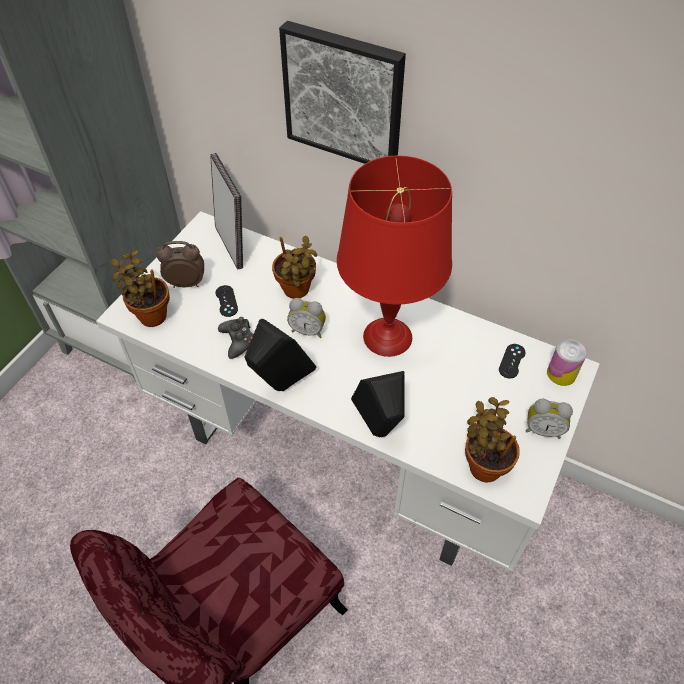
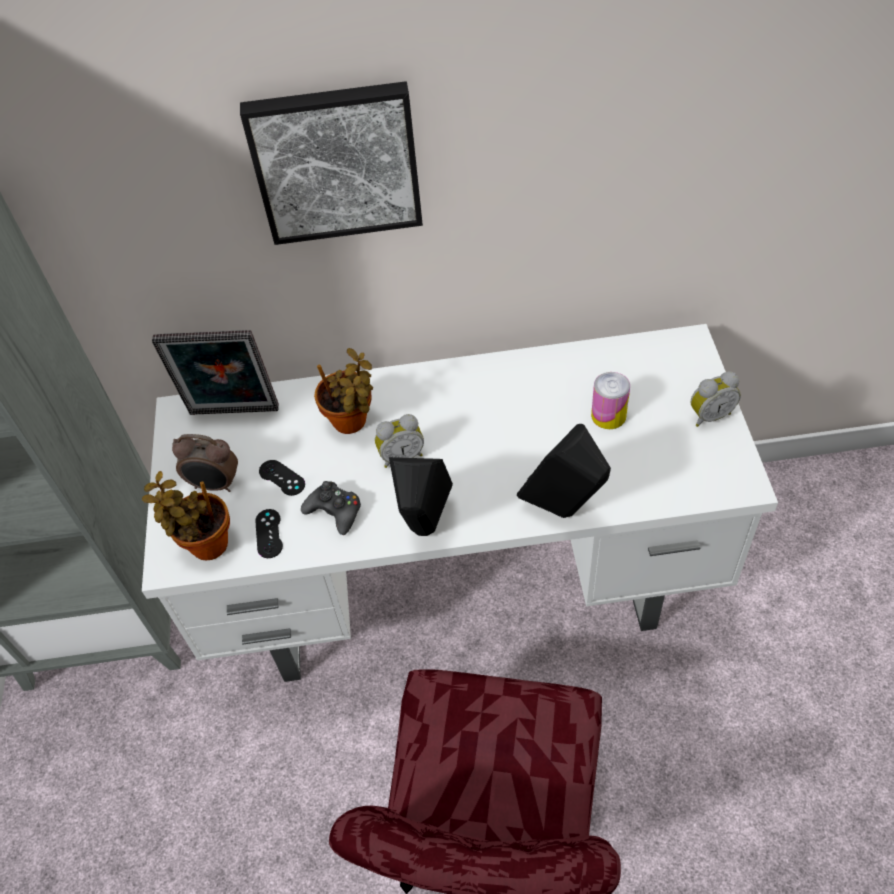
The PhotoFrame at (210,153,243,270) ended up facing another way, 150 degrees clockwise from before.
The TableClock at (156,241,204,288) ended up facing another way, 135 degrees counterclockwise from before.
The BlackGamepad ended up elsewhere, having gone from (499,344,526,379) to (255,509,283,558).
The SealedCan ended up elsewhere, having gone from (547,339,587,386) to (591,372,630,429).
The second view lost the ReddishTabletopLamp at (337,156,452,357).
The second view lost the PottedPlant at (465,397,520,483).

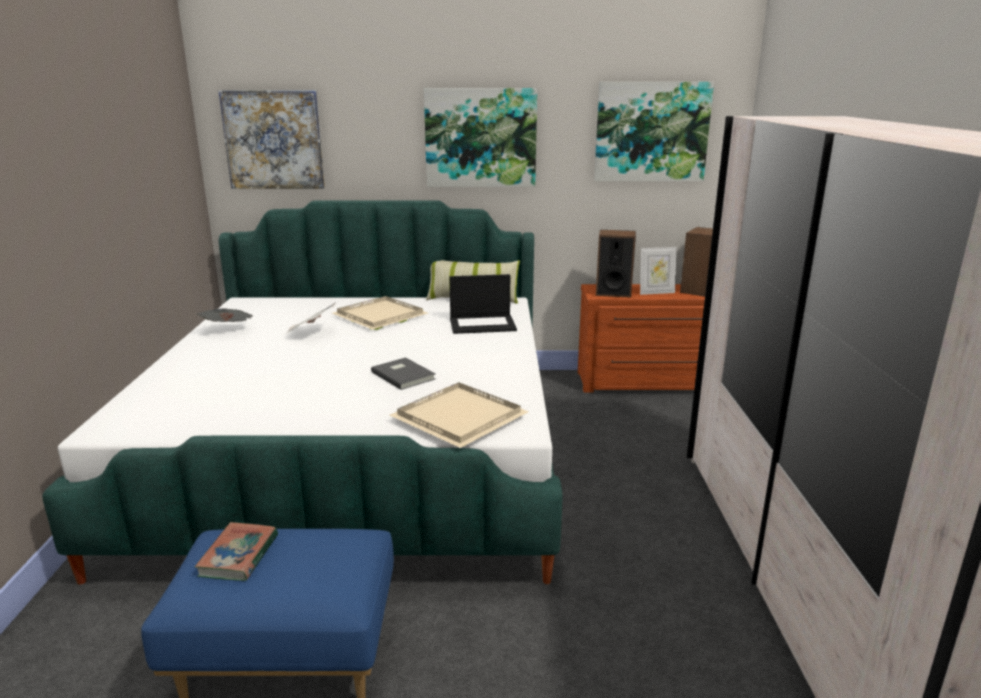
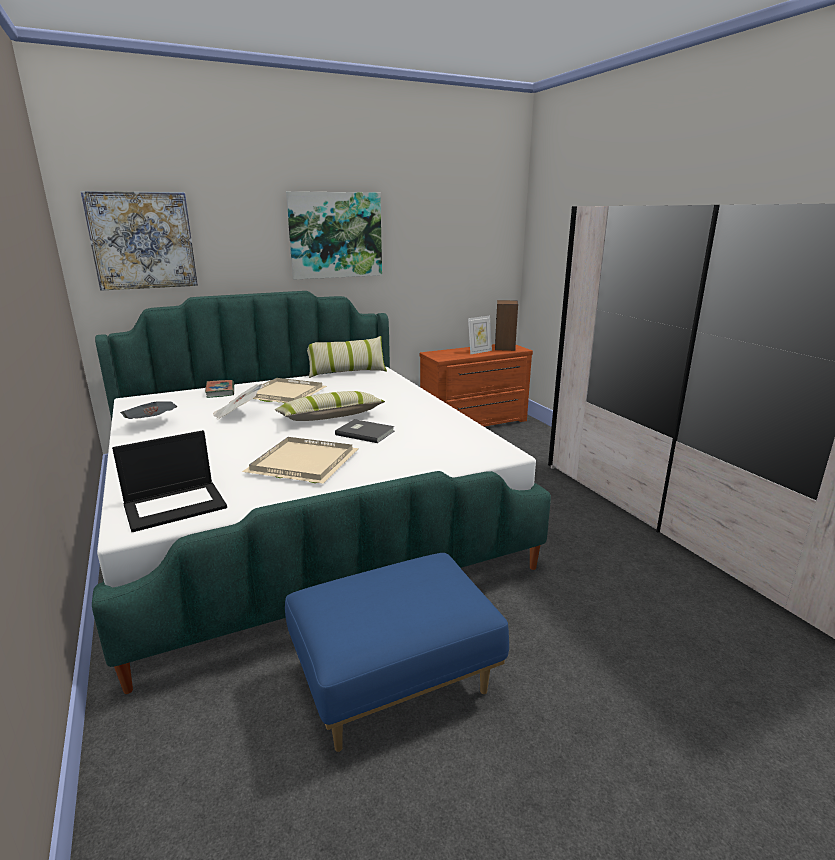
The Laptop ended up elsewhere, having gone from (449,274,517,334) to (112,430,227,532).
The Book ended up elsewhere, having gone from (195,522,278,581) to (205,380,234,398).
The BeigeCarryingTray ended up elsewhere, having gone from (390,382,529,448) to (242,437,359,483).
The second view gained the Pillow at (275,391,385,421).
The second view lost the WallArt at (594,82,714,181).
The second view lost the AudioSpeaker at (596,230,636,298).

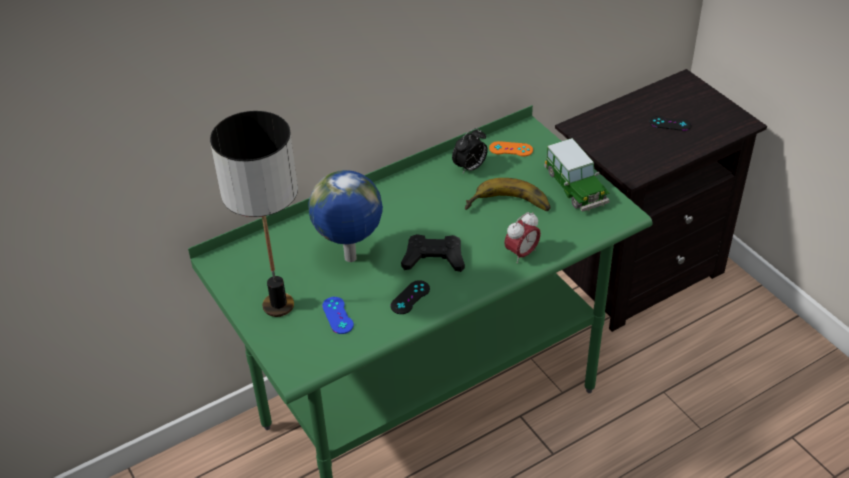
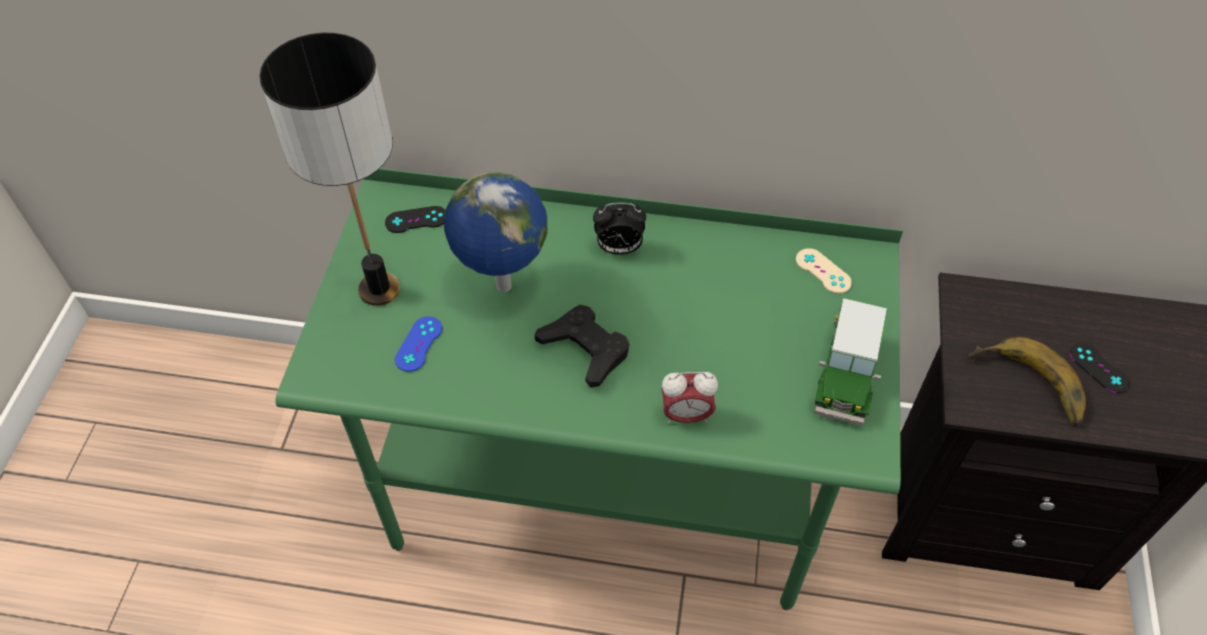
The BlackGamepad ended up elsewhere, having gone from (390,280,430,314) to (385,206,446,233).
The TableClock ended up elsewhere, having gone from (452,128,488,174) to (593,203,646,255).
What was the OrangeColouredGamepad at (489,141,533,156) turned into the BeigeGamepad at (796,248,852,294).
The WholeBanana ended up elsewhere, having gone from (465,178,551,212) to (969,337,1086,426).

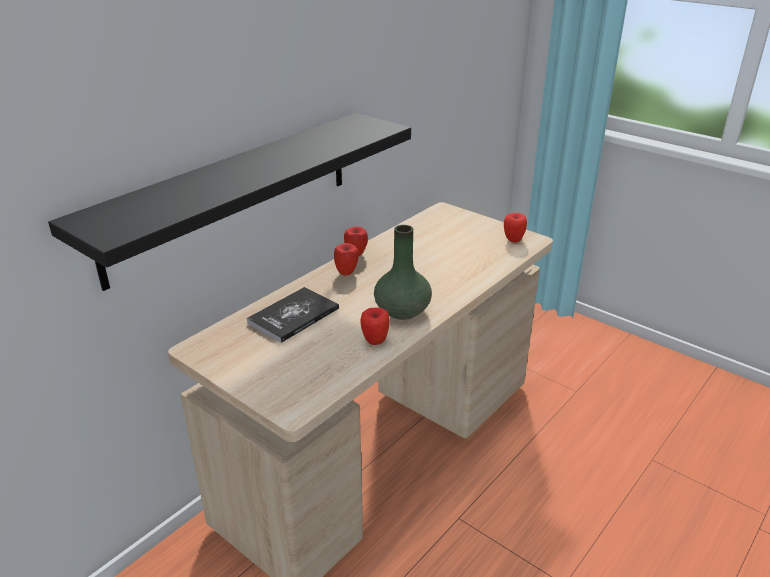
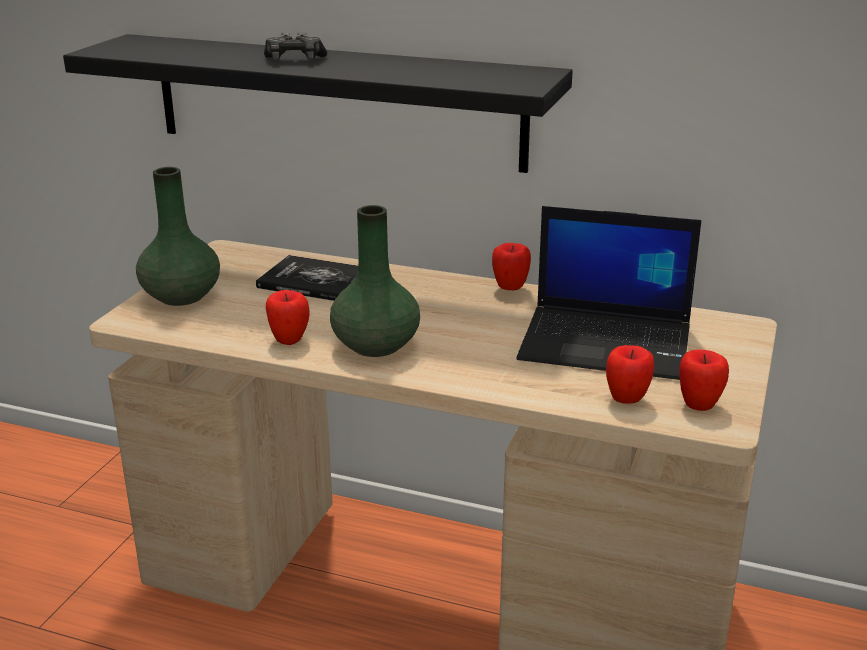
The second view gained the GreenishDecorativeVase at (136,167,220,306).
The second view gained the Gamepad at (264,32,327,60).
The second view gained the Laptop at (517,206,702,380).
The Apple ended up elsewhere, having gone from (334,243,359,276) to (606,345,654,404).

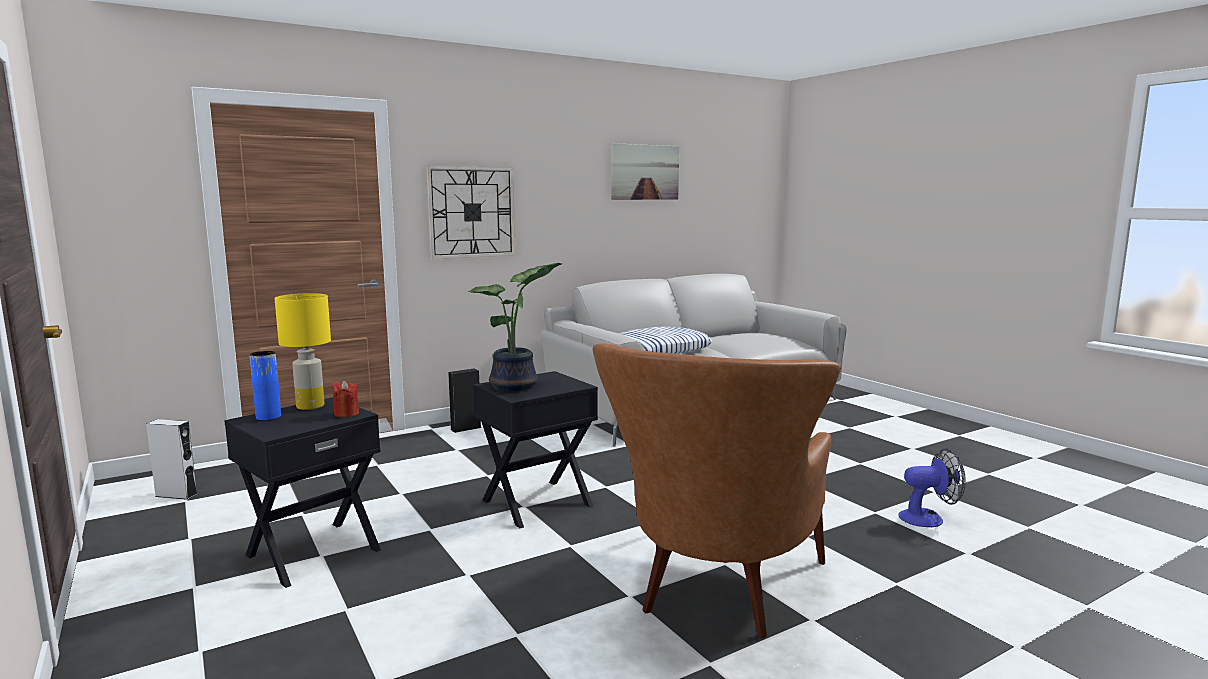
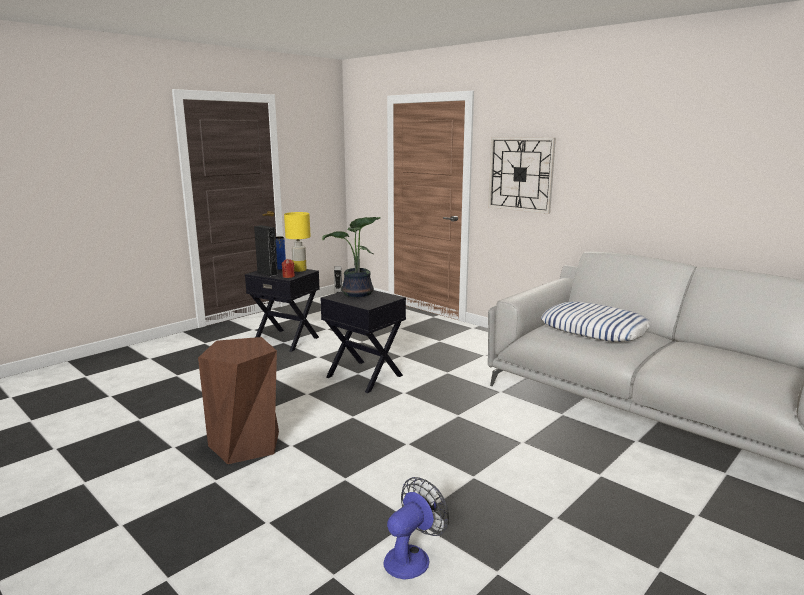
Where the BrownColouredEasyChair stood at (593,344,841,638), the BrownColouredStool came to stand at (198,337,279,464).
The BlackAudioSpeaker ended up elsewhere, having gone from (448,368,481,433) to (254,225,278,276).
The Fan at (898,448,966,527) ended up facing another way, 120 degrees counterclockwise from before.
The second view lost the WallArt at (611,143,679,200).

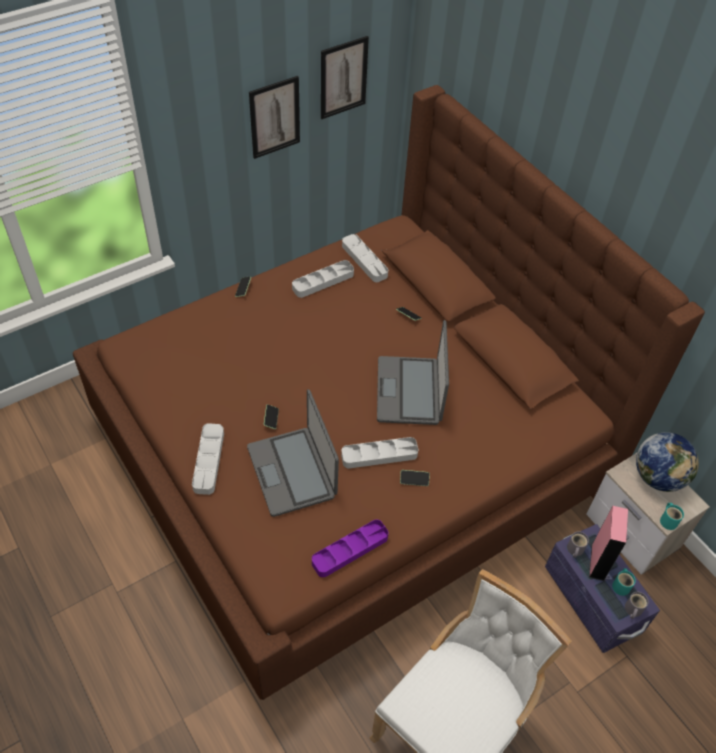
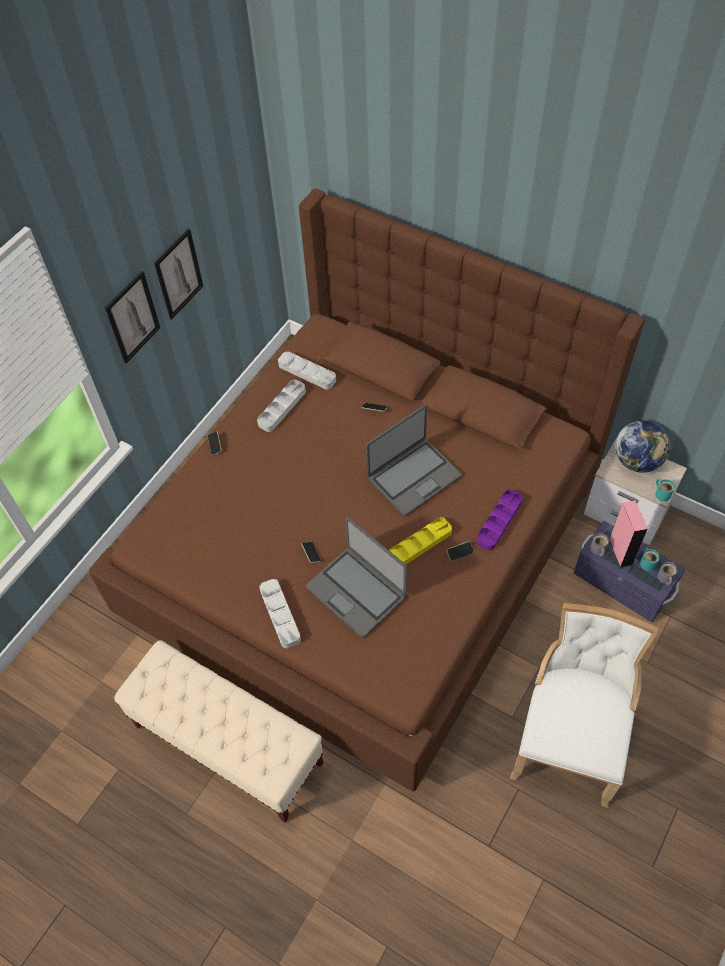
The WallArt ended up elsewhere, having gone from (321,36,369,119) to (105,271,160,364).
The second view gained the BeigeIndoorBench at (114,640,323,823).
The Laptop at (377,320,449,425) ended up facing another way, 105 degrees counterclockwise from before.
What was the GrayCarryingTray at (341,437,418,468) turned into the YellowColouredCarryingTray at (389,517,452,564).
The PurpleCarryingTray ended up elsewhere, having gone from (312,520,388,577) to (477,489,523,550).

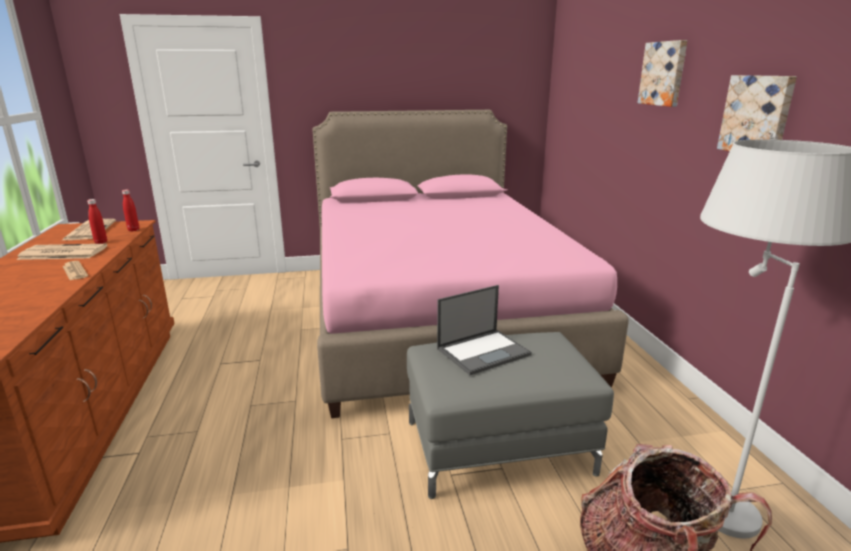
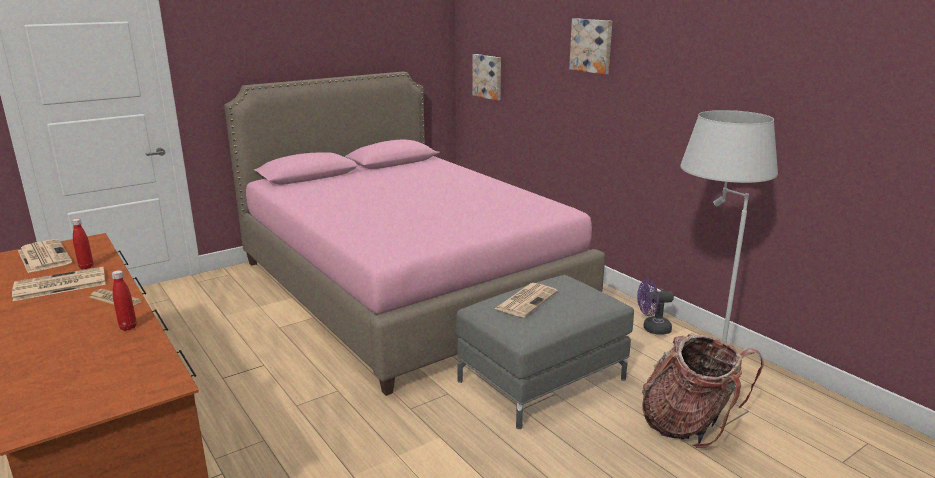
The ReddishBottle ended up elsewhere, having gone from (122,190,139,231) to (112,270,137,331).
The WallArt ended up elsewhere, having gone from (717,75,797,151) to (472,54,501,101).
Where the Laptop stood at (437,285,532,375), the PrintedPaper came to stand at (494,283,558,317).
The second view gained the PurpleFan at (637,279,674,335).

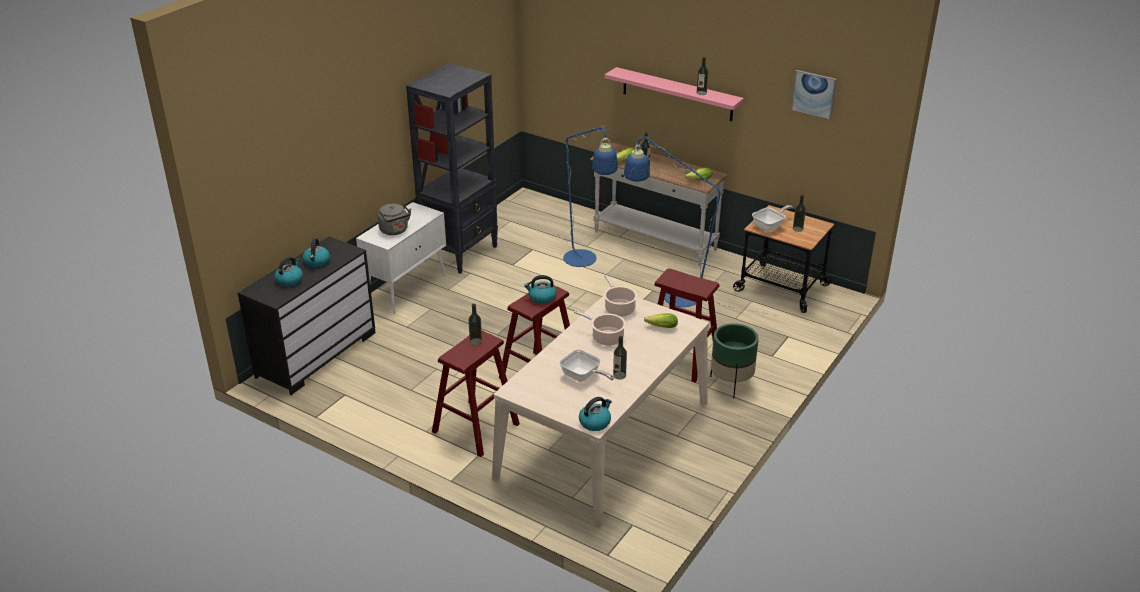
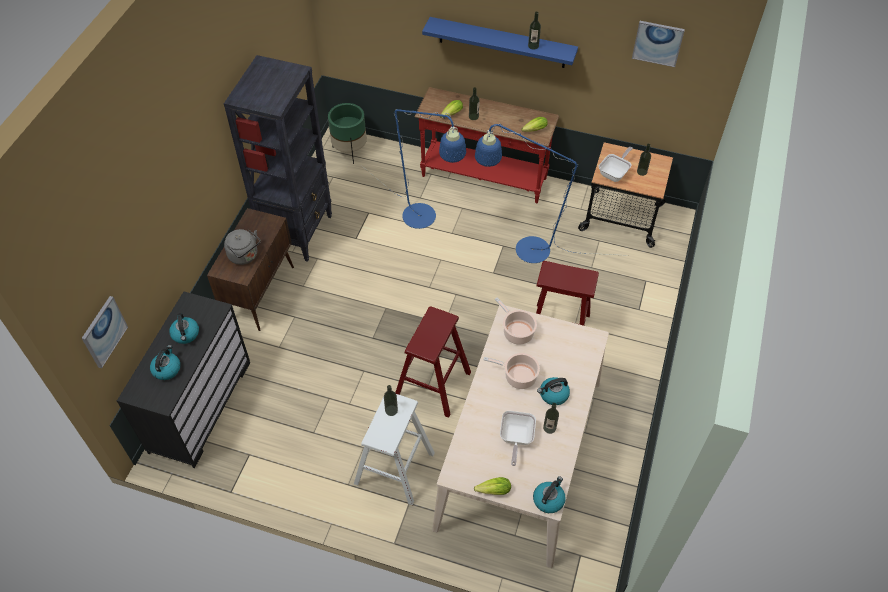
The second view gained the WallArt at (82,296,128,368).
What was the WhiteColouredCupboard at (356,202,446,313) turned into the BrownColouredCupboard at (207,208,294,331).
The GreenishPlantPot ended up elsewhere, having gone from (710,323,759,398) to (328,103,367,164).
What was the ReddishStool at (432,331,520,457) turned into the WhiteColouredStool at (354,391,435,505).
What was the WhiteColouredHallTable at (590,142,728,266) turned into the ReddishHallTable at (414,87,559,203).
What was the PinkColouredShelf at (605,67,744,121) turned into the BlueColouredShelf at (422,17,578,68).
The HeadOfLettuce ended up elsewhere, having gone from (644,313,678,328) to (474,477,511,495).
The Pan at (559,349,614,382) ended up facing another way, 75 degrees clockwise from before.
The WaterKettle ended up elsewhere, having gone from (524,275,556,304) to (537,377,570,405).

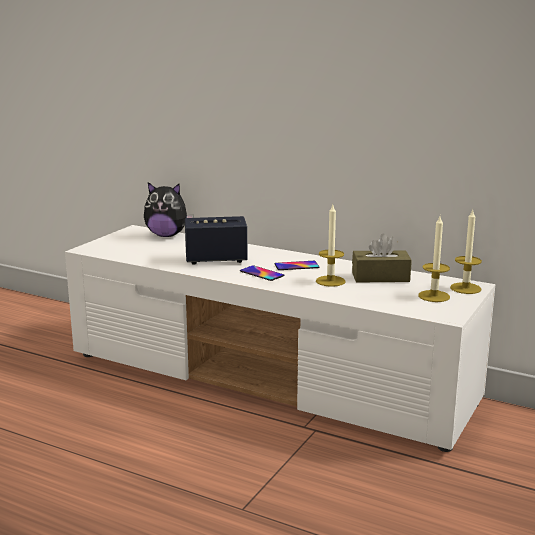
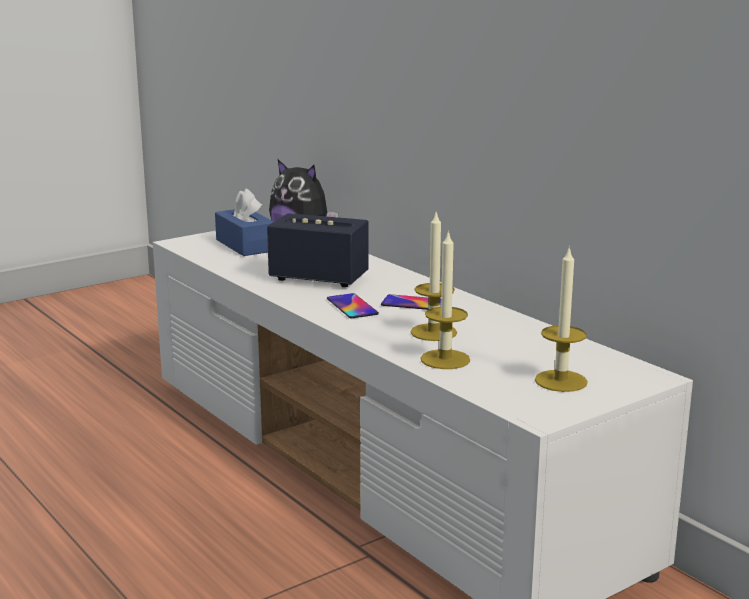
The second view gained the BlueColouredTissueHolder at (215,189,274,256).
The WaxCandle ended up elsewhere, having gone from (450,209,482,294) to (421,230,470,369).
The second view lost the BrownColouredTissueHolder at (352,233,412,283).

